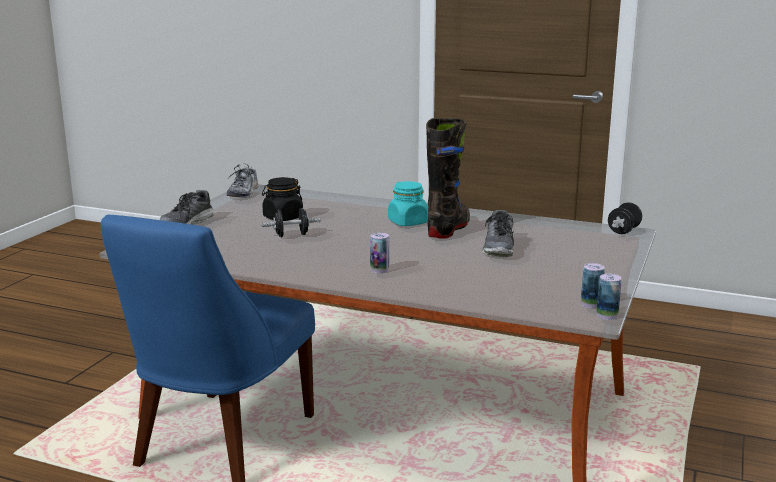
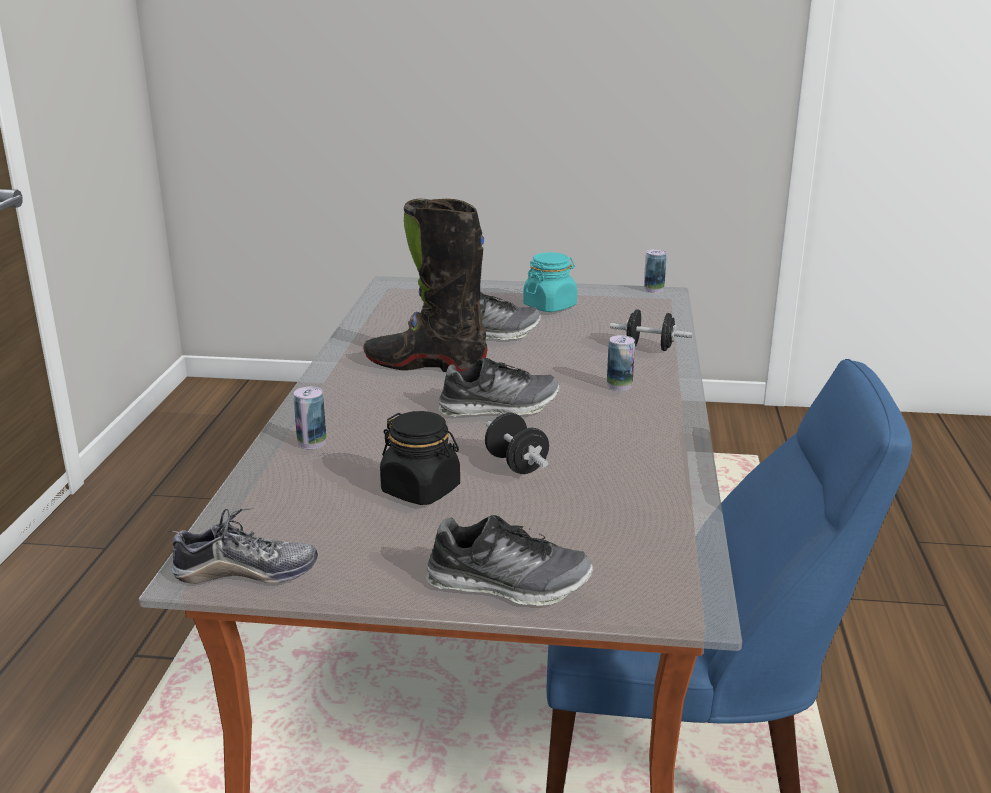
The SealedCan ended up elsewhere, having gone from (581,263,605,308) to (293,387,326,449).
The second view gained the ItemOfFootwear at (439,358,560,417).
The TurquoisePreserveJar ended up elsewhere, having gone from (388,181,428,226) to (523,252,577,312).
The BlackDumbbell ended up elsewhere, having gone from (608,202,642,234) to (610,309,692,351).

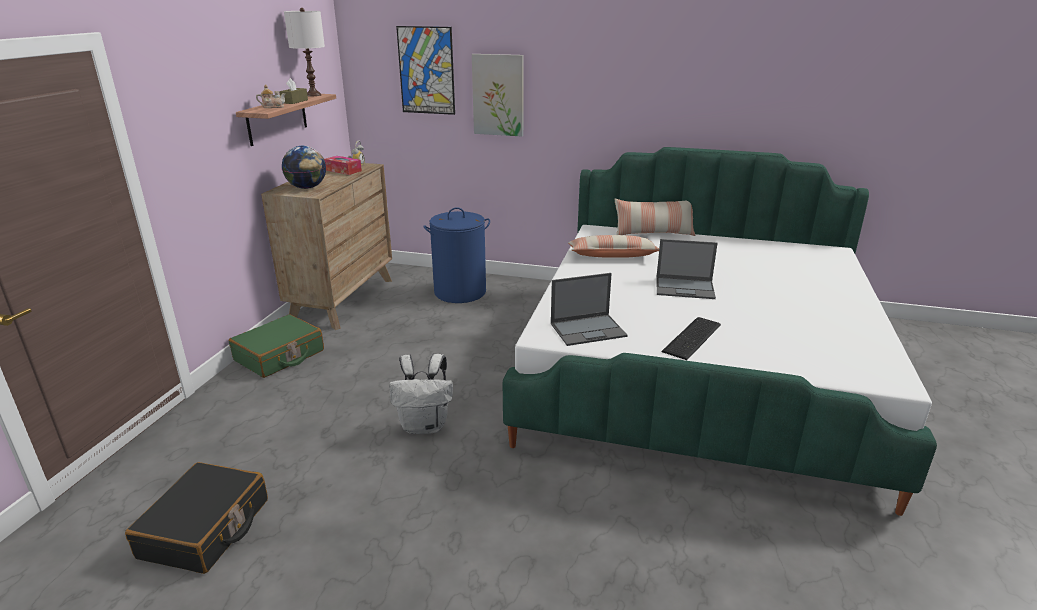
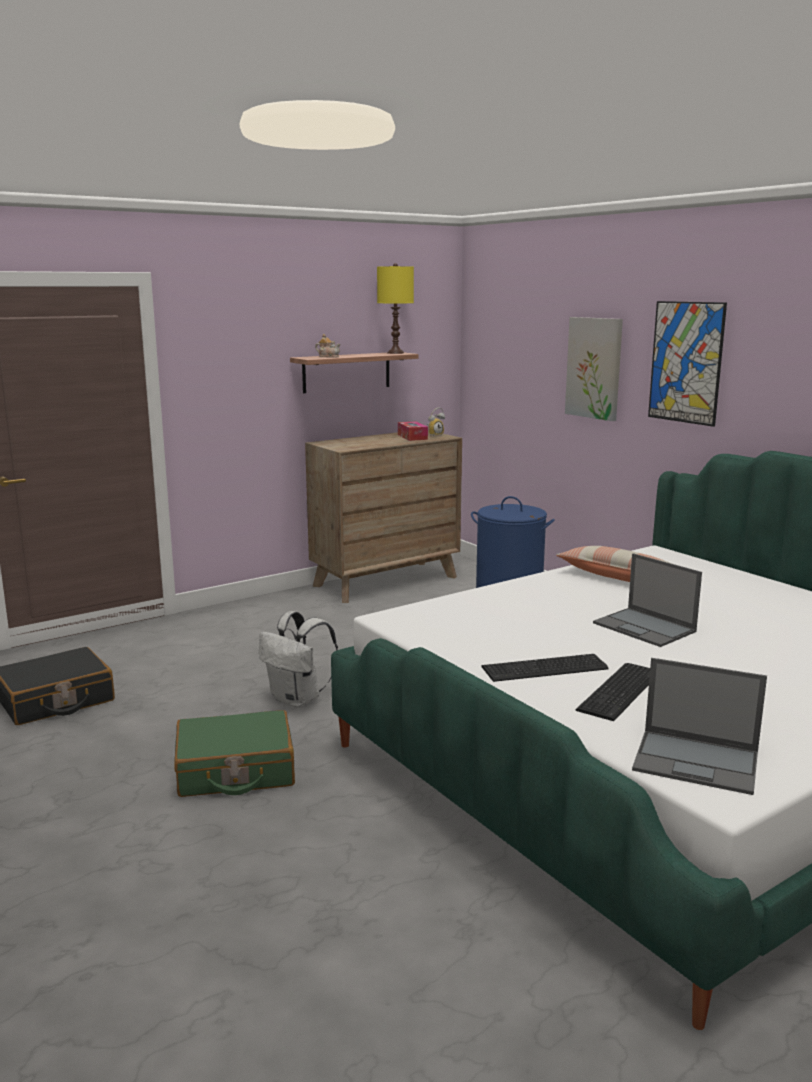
The GreenishSuitcase ended up elsewhere, having gone from (229,314,324,378) to (174,710,295,797).
What was the WhiteColouredTabletopLamp at (284,8,325,96) turned into the YellowColouredTabletopLamp at (377,263,414,354).
The second view gained the Keyboard at (576,663,650,721).
The Laptop ended up elsewhere, having gone from (551,273,628,346) to (632,658,767,795).
The WallArt ended up elsewhere, having gone from (396,26,455,115) to (648,301,727,427).
The second view lost the BrownColouredTissueHolder at (279,78,308,104).
The second view lost the WorldGlobe at (282,146,326,189).
The second view lost the Pillow at (615,199,695,236).

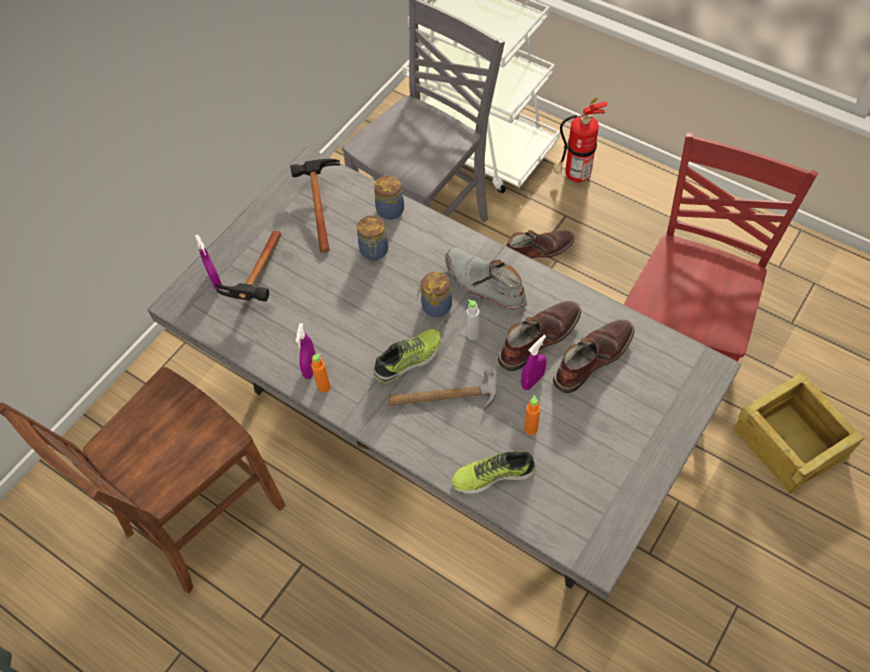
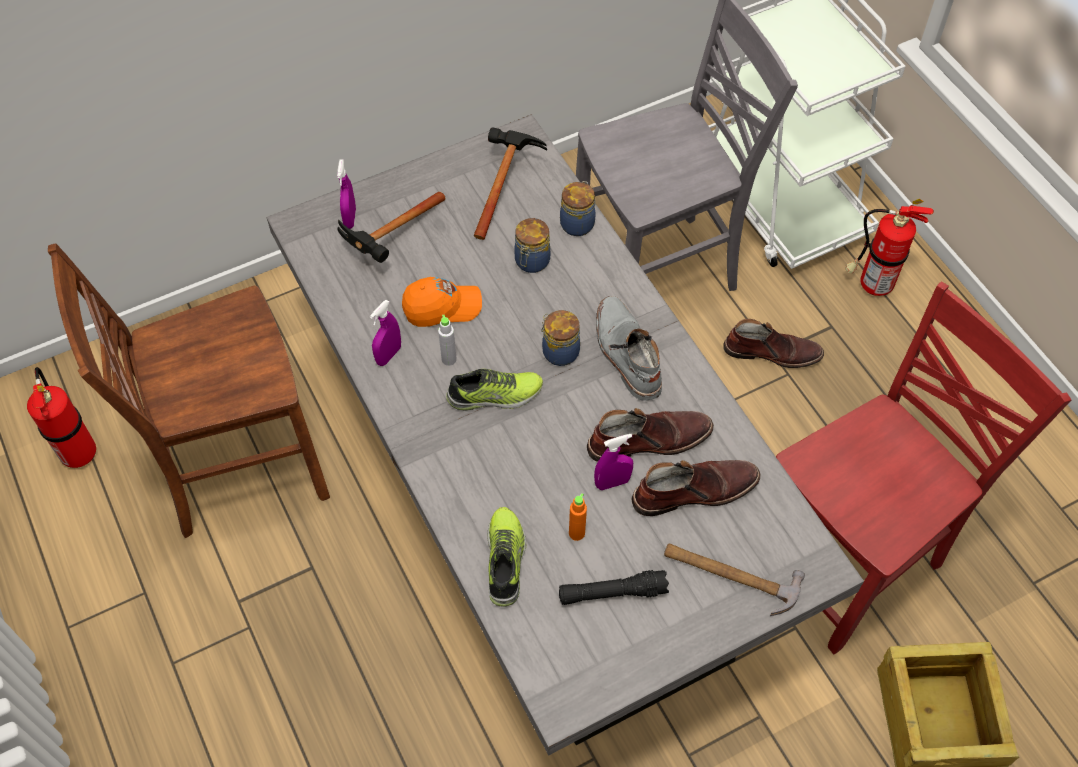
The second view gained the Extinguisher at (27,367,96,468).
The second view gained the OrangeColouredBaseballCap at (402,277,482,327).
The GrayBottle ended up elsewhere, having gone from (466,299,479,340) to (438,315,457,366).
The ItemOfFootwear at (451,451,536,494) ended up facing another way, 75 degrees clockwise from before.
The second view gained the BlackHandTorch at (559,570,669,605).
The HandHammer ended up elsewhere, having gone from (388,370,496,411) to (664,544,805,616).
The second view lost the OrangeColouredBottle at (311,353,331,393).

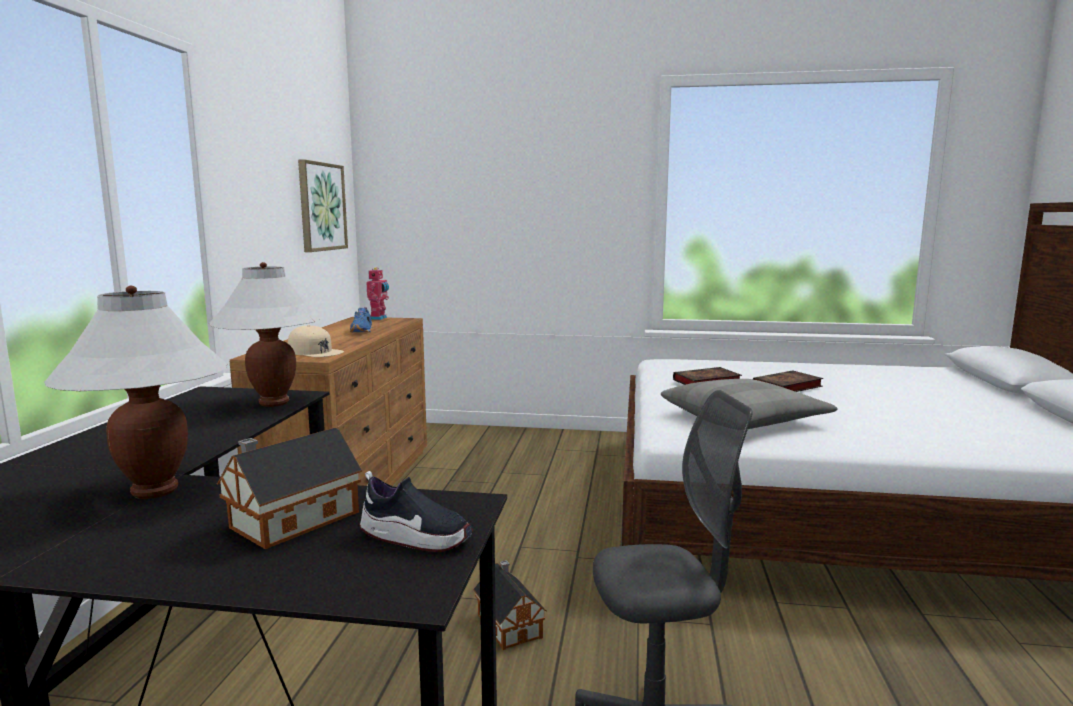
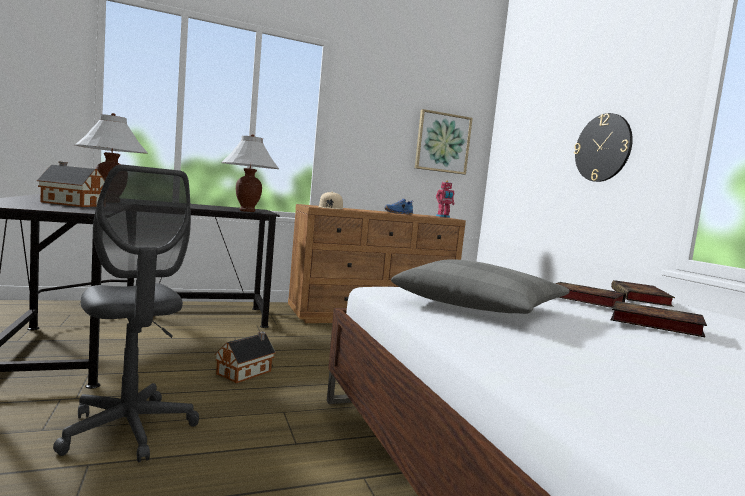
The second view gained the HangingClock at (574,113,633,182).
The second view gained the Book at (611,280,675,307).
The second view lost the ItemOfFootwear at (360,471,473,552).

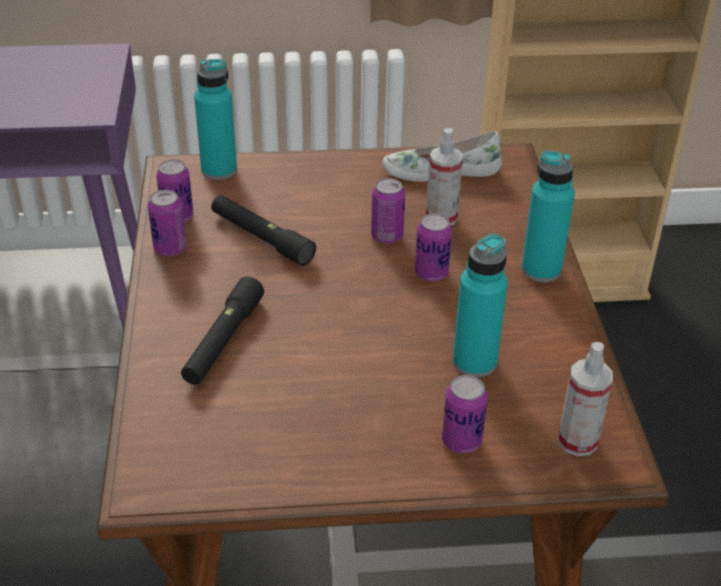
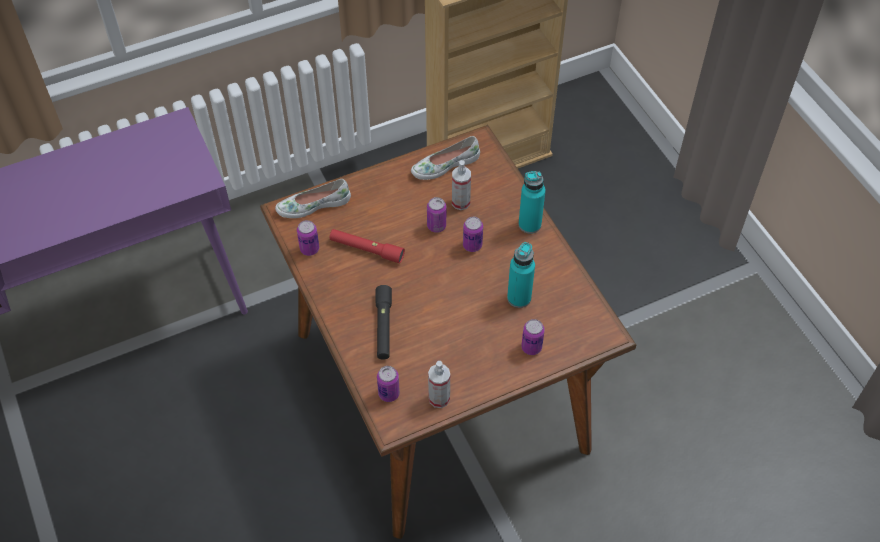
Where the TurquoiseBottle stood at (194,59,237,180), the WhiteColouredItemOfFootwear came to stand at (275,179,351,218).
What was the BlackHandTorch at (211,195,316,266) turned into the ReddishHandTorch at (330,229,405,263).
The SealedCan ended up elsewhere, having gone from (148,189,187,256) to (377,366,400,402).
The Sprayer ended up elsewhere, having gone from (558,342,613,456) to (428,361,450,408).

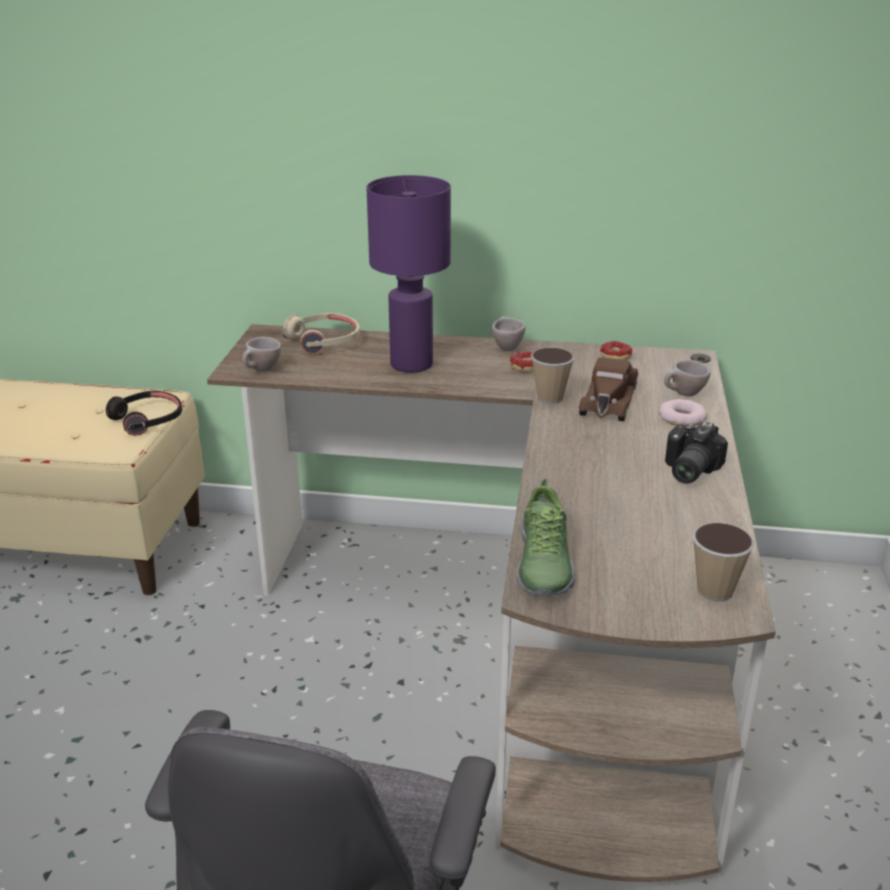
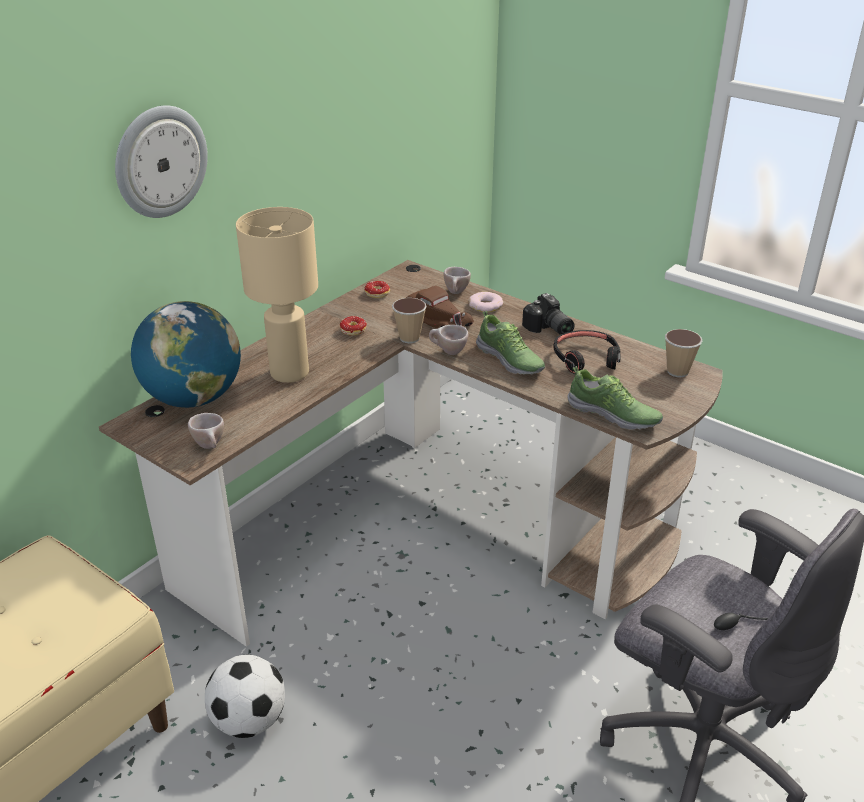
The second view gained the HangingClock at (115,105,208,218).
Where the BeigeHeadphones stood at (283,313,360,355), the WorldGlobe came to stand at (131,301,241,408).
The second view gained the BallForFootball at (205,655,285,738).
What was the PurpleTabletopLamp at (366,175,451,373) turned into the BeigeTabletopLamp at (236,207,318,383).
The BeigeSmallCup ended up elsewhere, having gone from (492,316,526,351) to (429,325,468,355).
The second view gained the ItemOfFootwear at (476,311,545,375).
The BlackHeadphones ended up elsewhere, having gone from (106,391,182,436) to (553,330,621,374).

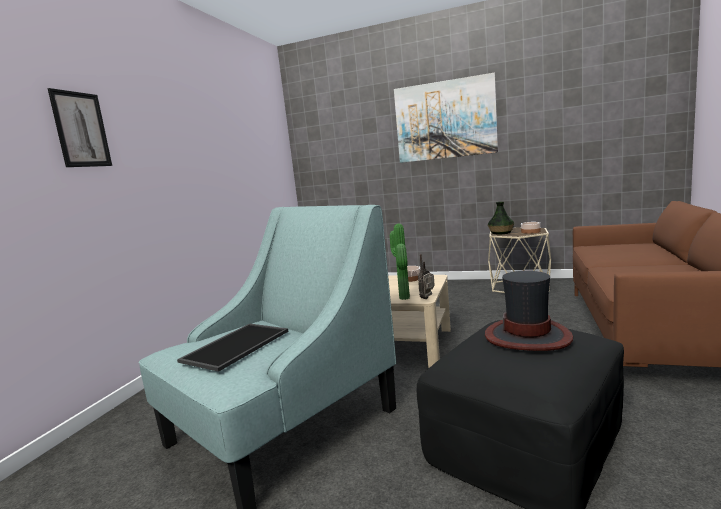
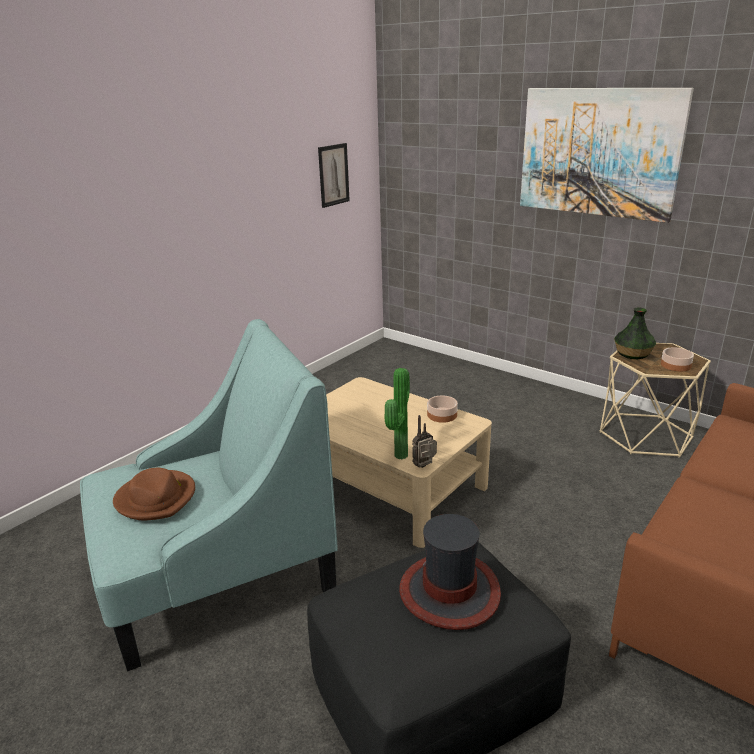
Where the CarryingTray stood at (177,324,289,372), the BrownColouredClothingHat came to stand at (113,468,195,520).
The WallArt ended up elsewhere, having gone from (47,88,112,167) to (318,143,350,208).

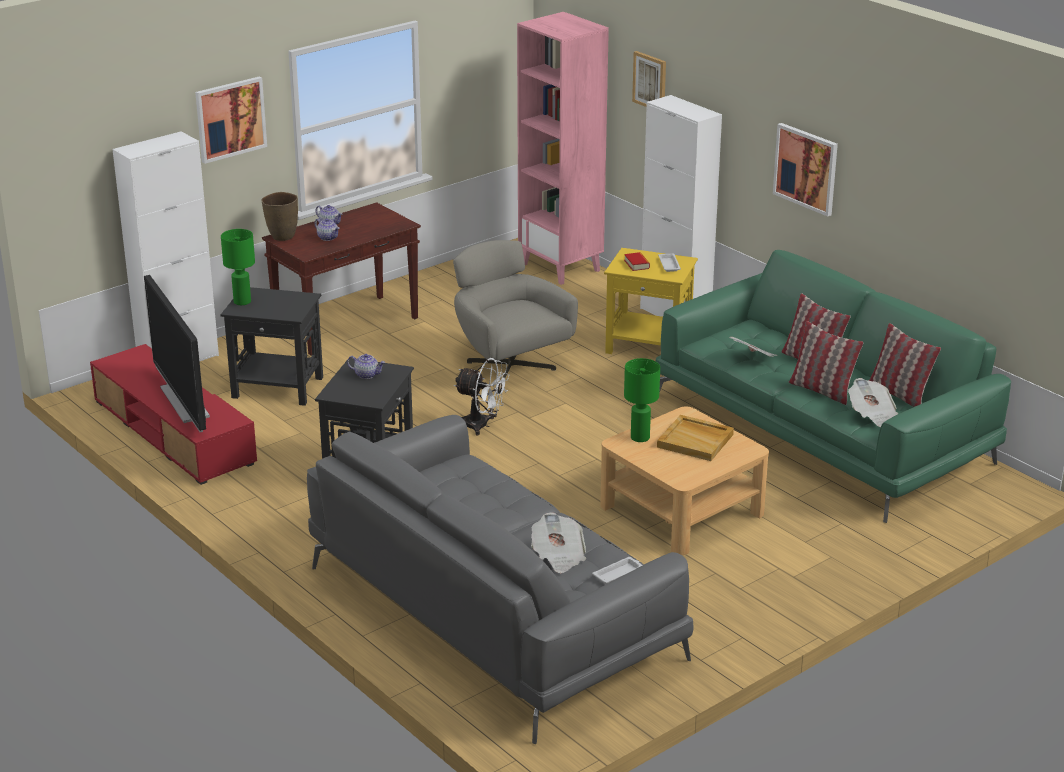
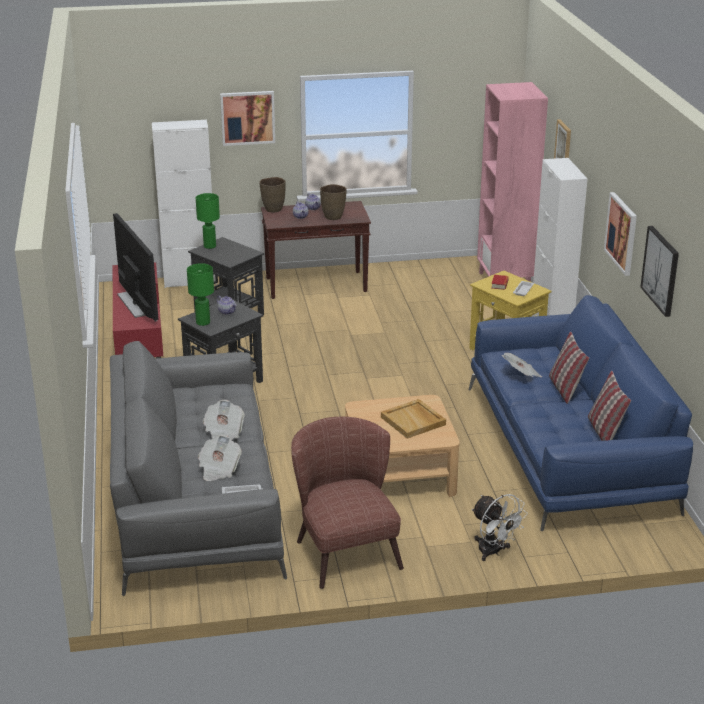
The Television at (144,275,210,432) ended up facing another way, 150 degrees clockwise from before.
The GreenishTabletopLamp ended up elsewhere, having gone from (624,358,660,442) to (187,263,214,326).
The PrintedPaper ended up elsewhere, having gone from (848,378,898,427) to (203,400,245,440).
The second view gained the BrownColouredEasyChair at (291,417,404,589).
The second view gained the BrownColouredDecorativeVase at (320,184,347,220).
What was the GreenishCouch at (656,250,1011,523) turned into the BlueColouredCouch at (468,295,693,531).
The WhiteColouredFan ended up elsewhere, having gone from (454,358,509,435) to (472,494,528,561).
The second view gained the WallArt at (640,226,679,317).
The second view lost the GrayEasyChair at (453,240,578,378).
The second view lost the Pillow at (789,321,863,405).

